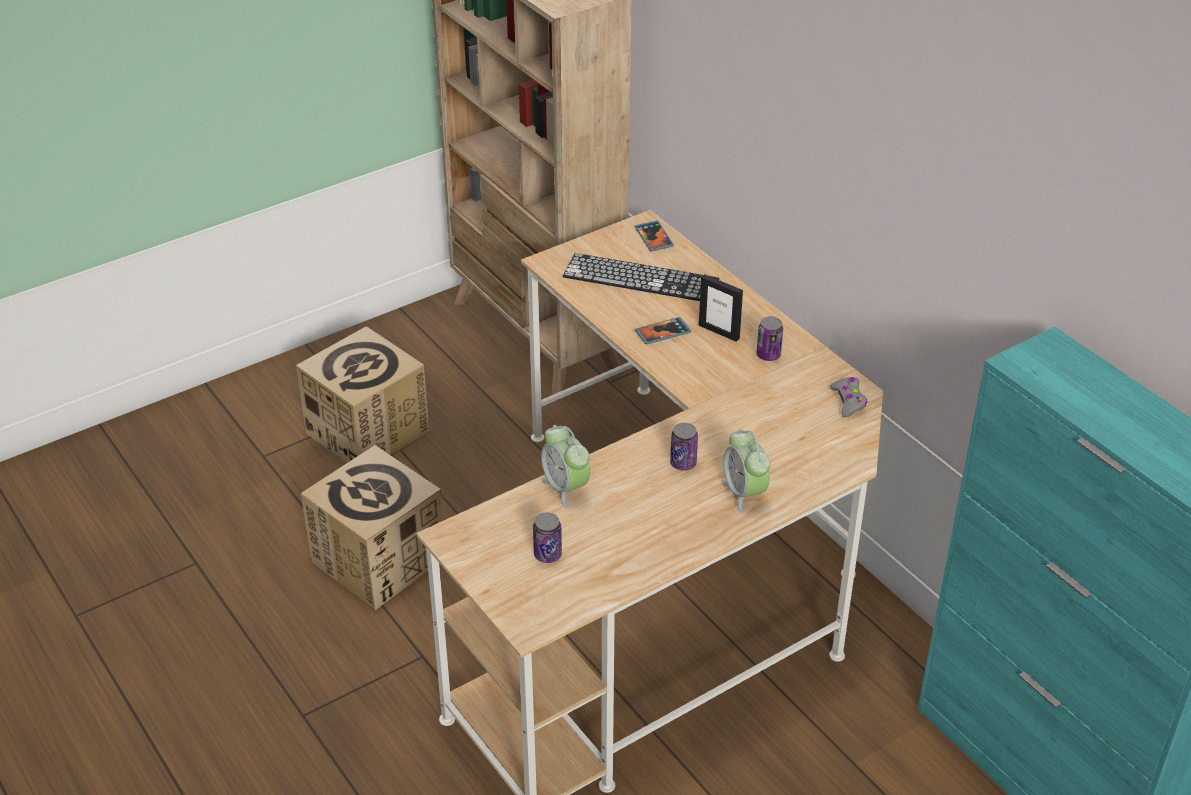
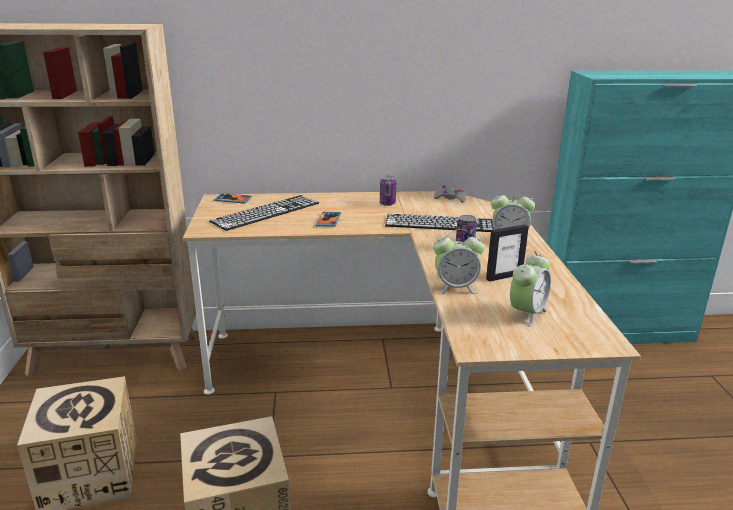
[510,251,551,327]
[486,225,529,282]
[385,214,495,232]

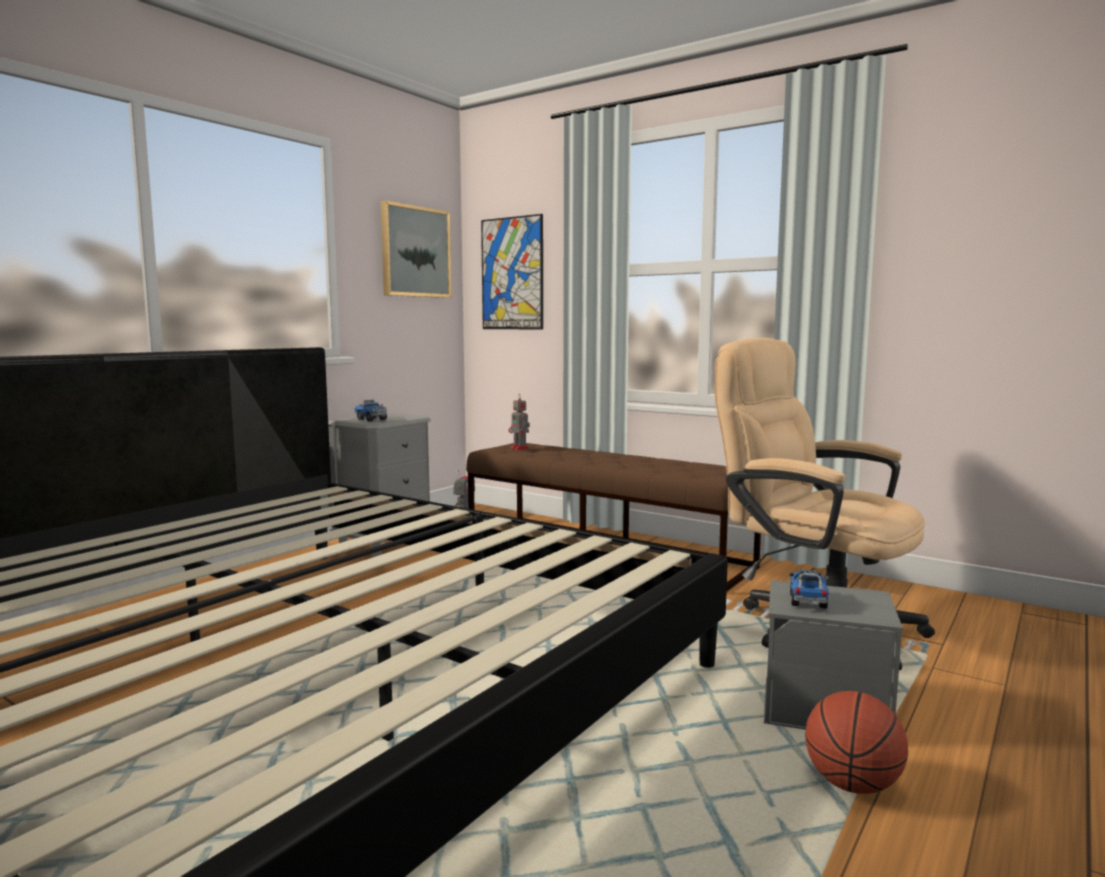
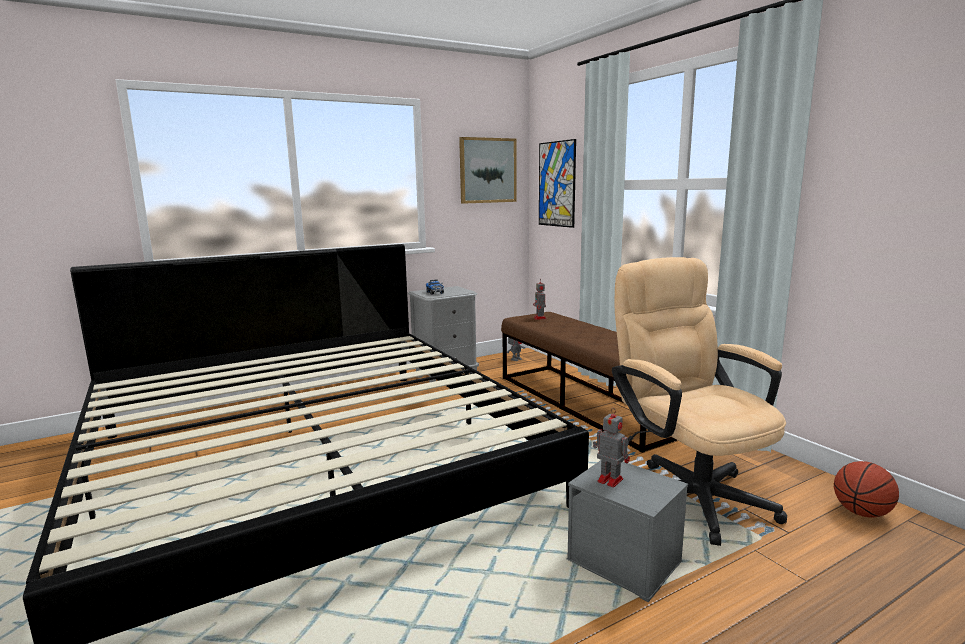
[593,408,630,488]
[834,461,899,518]

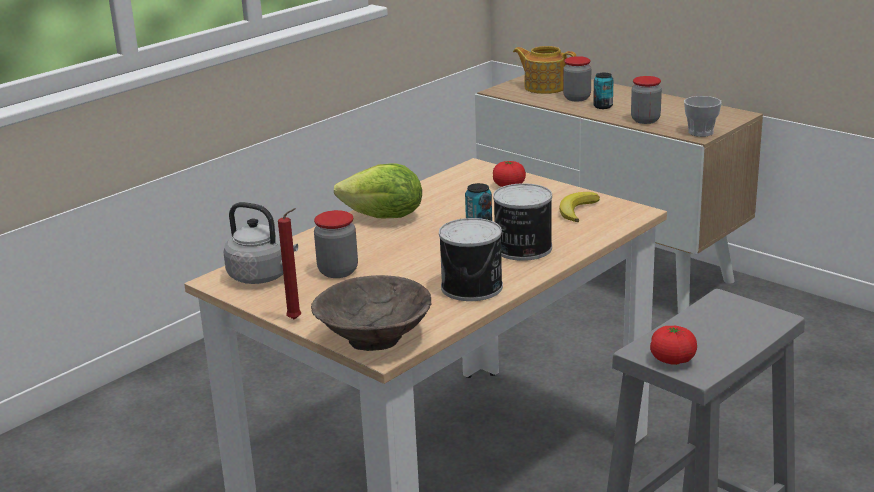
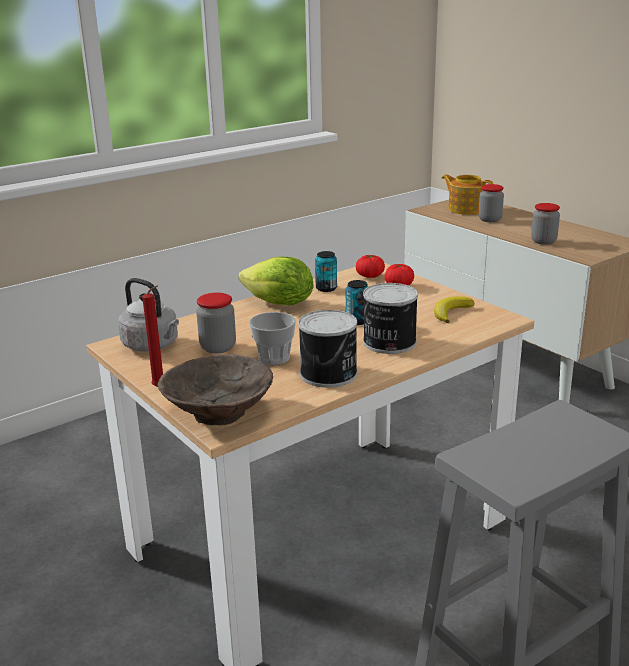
[315,251,337,292]
[356,255,385,278]
[249,312,296,365]

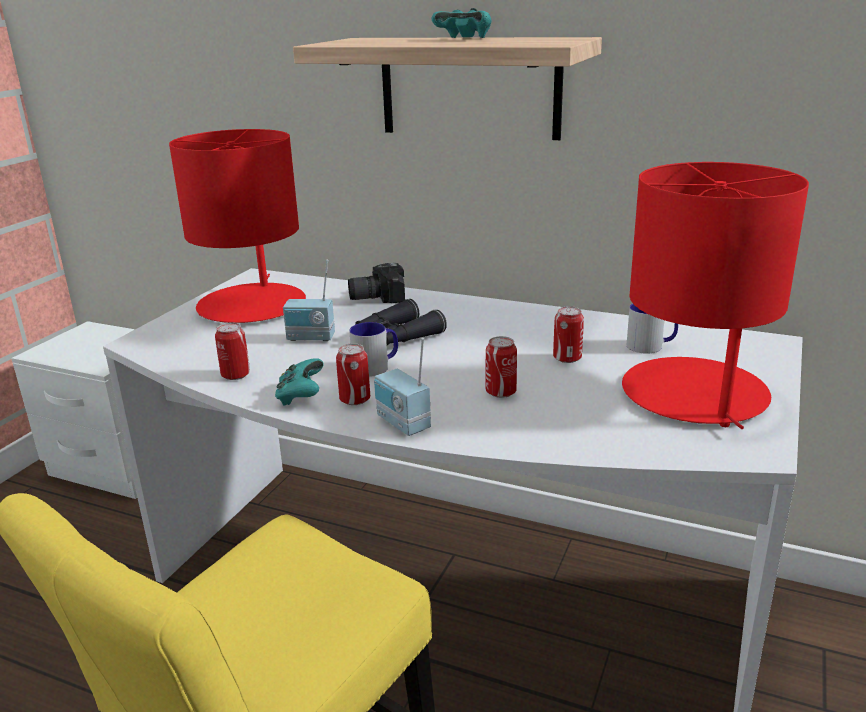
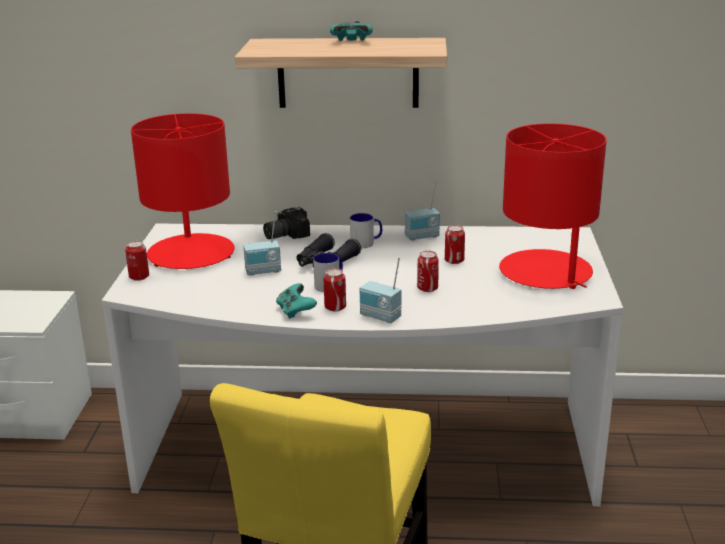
[125,241,149,281]
[350,213,382,248]
[405,180,440,241]

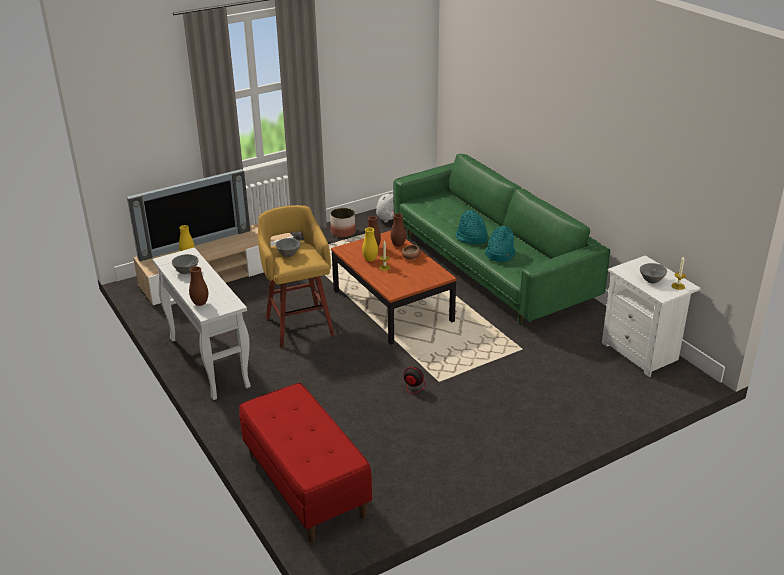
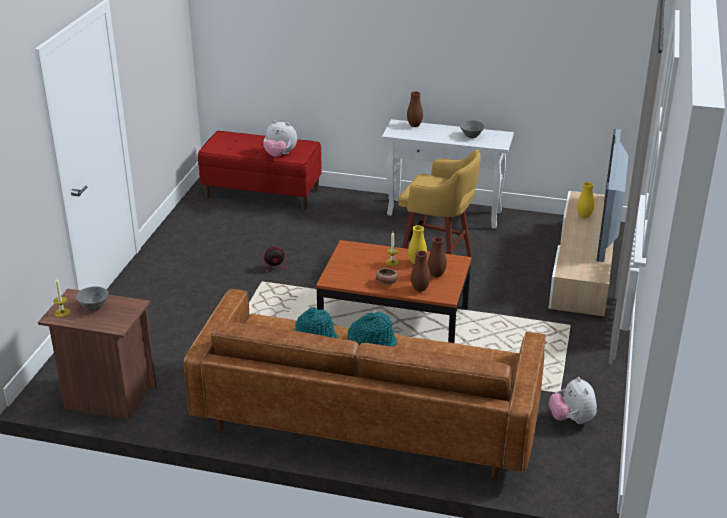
[275,238,301,257] (first image)
[330,208,356,238] (first image)
[184,289,546,478]
[38,289,157,420]
[263,121,297,157]

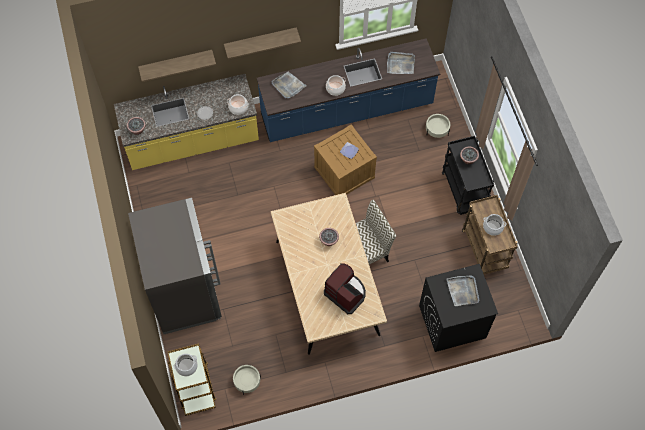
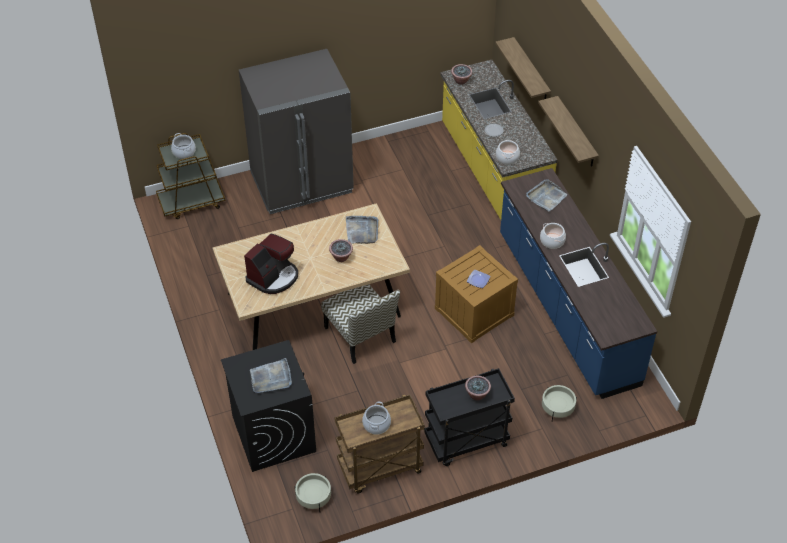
[295,473,331,513]
[346,216,378,244]

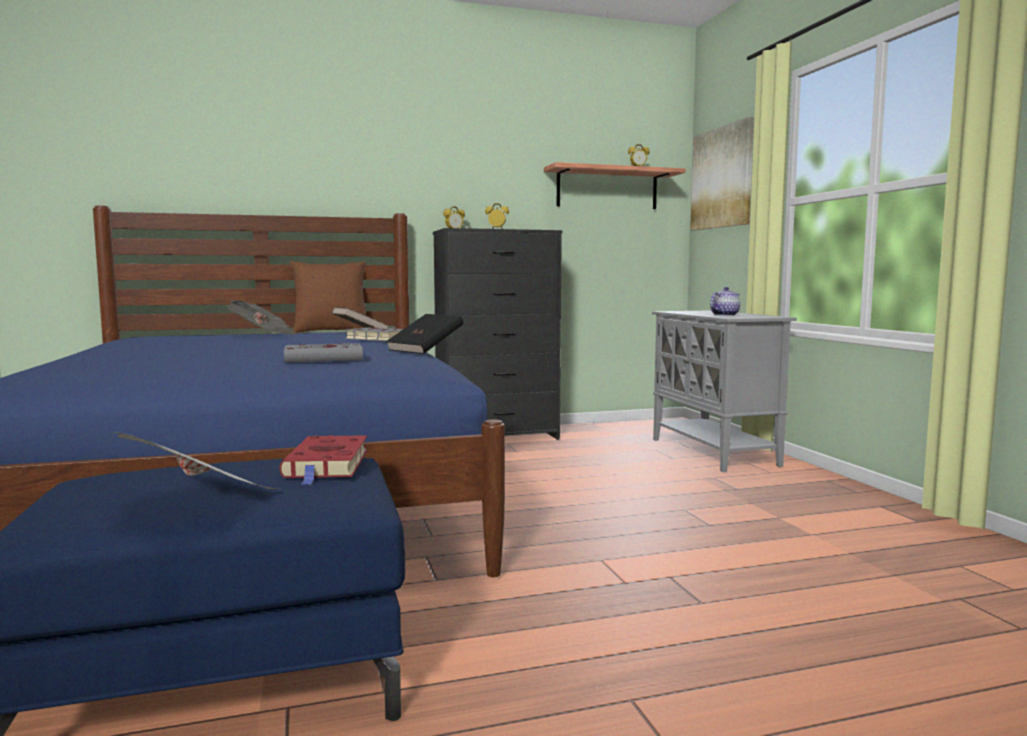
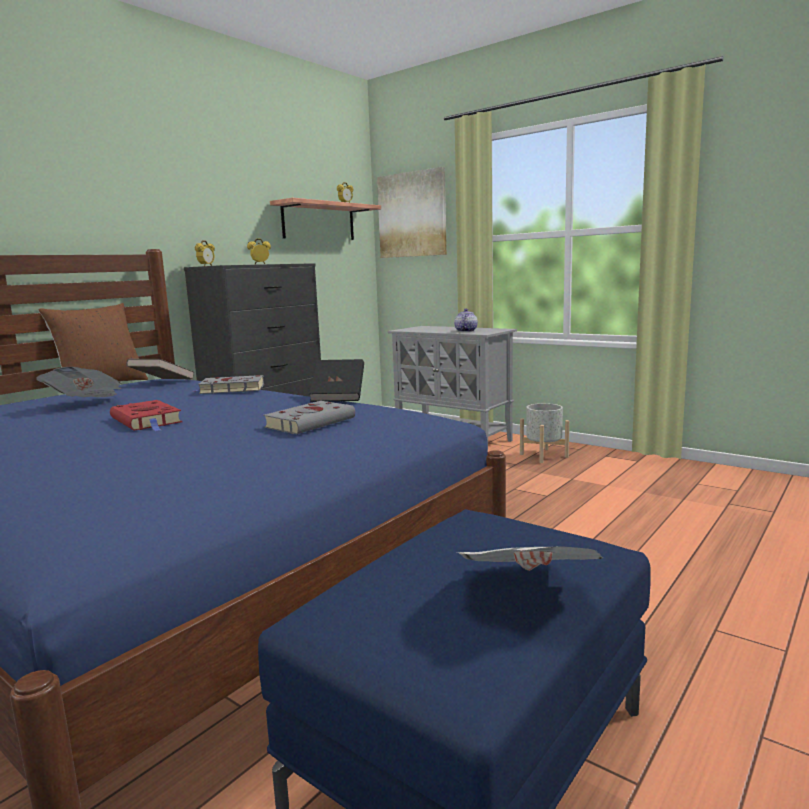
[110,400,182,431]
[520,403,569,463]

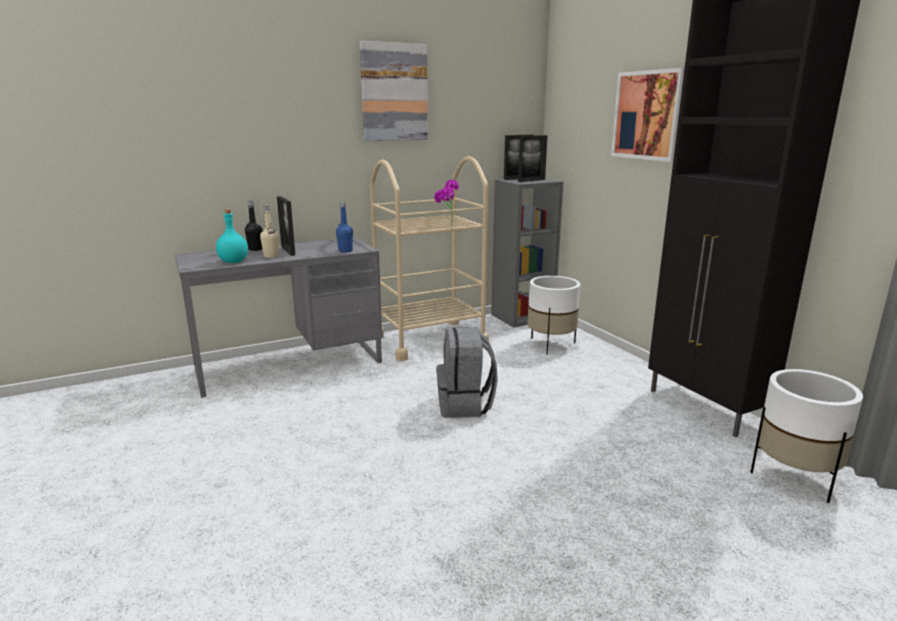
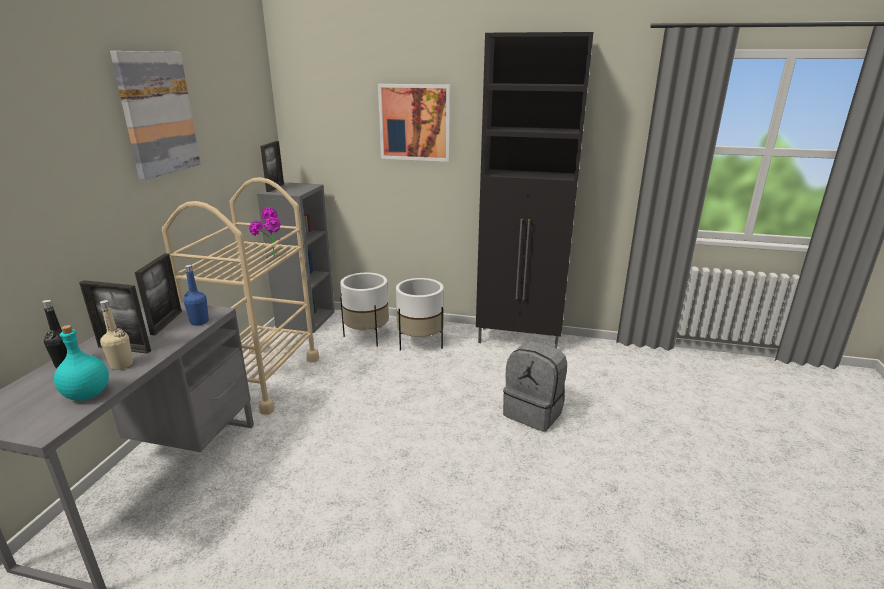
[503,341,567,432]
[135,253,182,335]
[396,278,444,351]

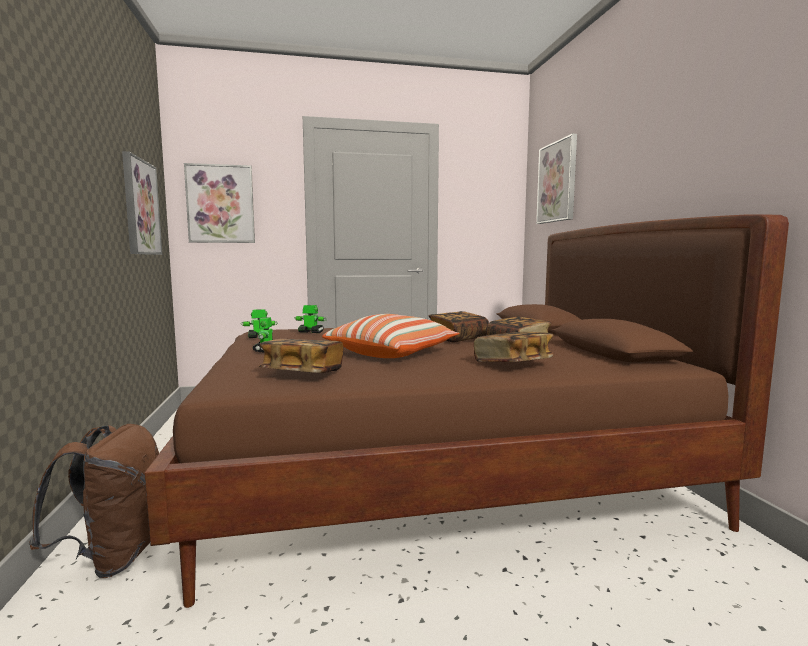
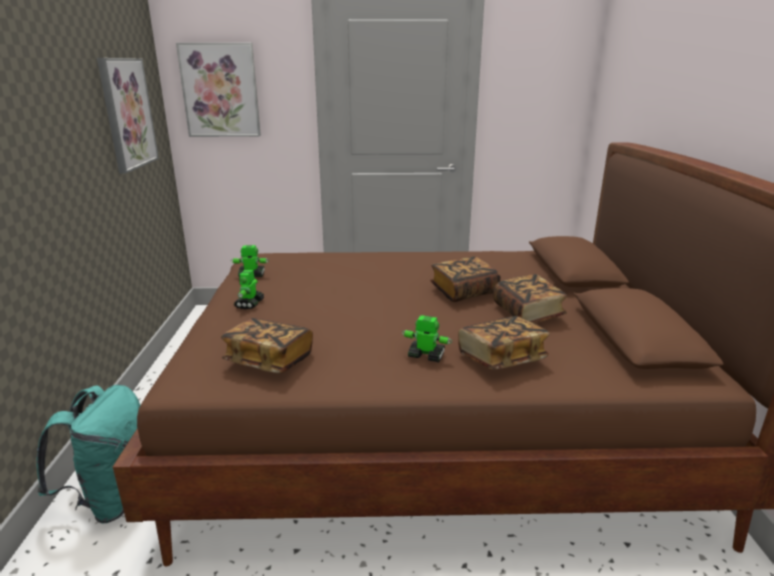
[36,385,140,524]
[402,315,452,362]
[322,314,459,358] (first image)
[536,134,577,224] (first image)

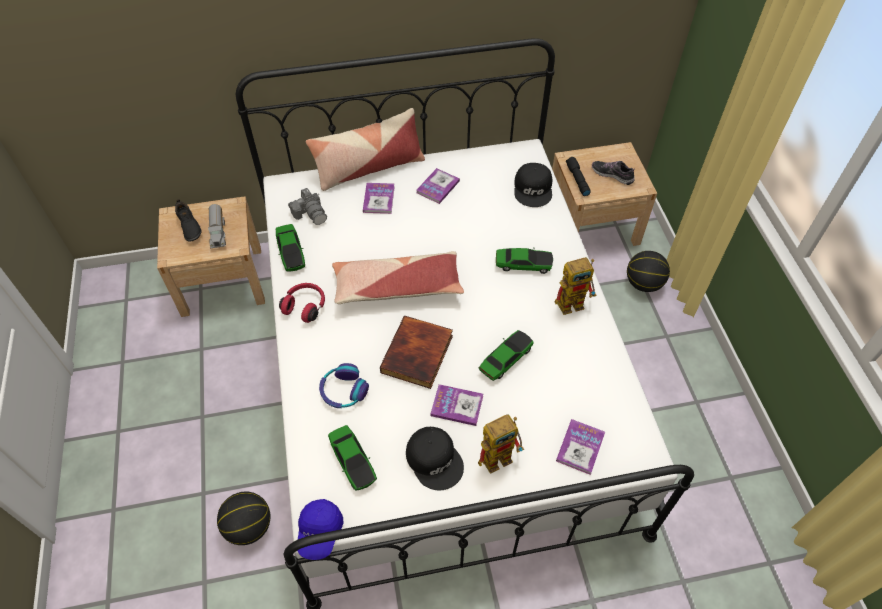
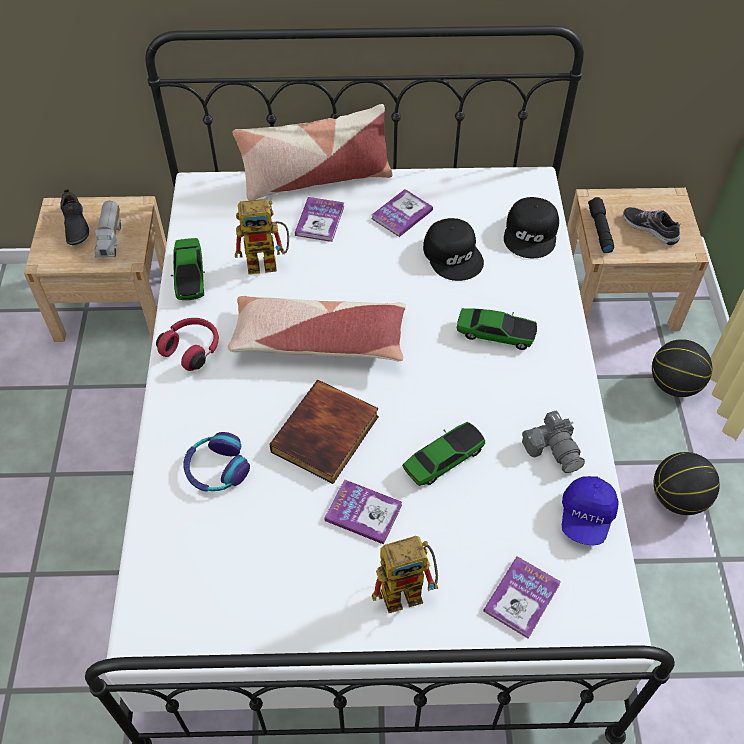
[654,452,720,515]
[522,410,585,473]
[562,476,618,545]
[328,425,377,490] (first image)
[423,218,484,281]
[235,199,289,274]

